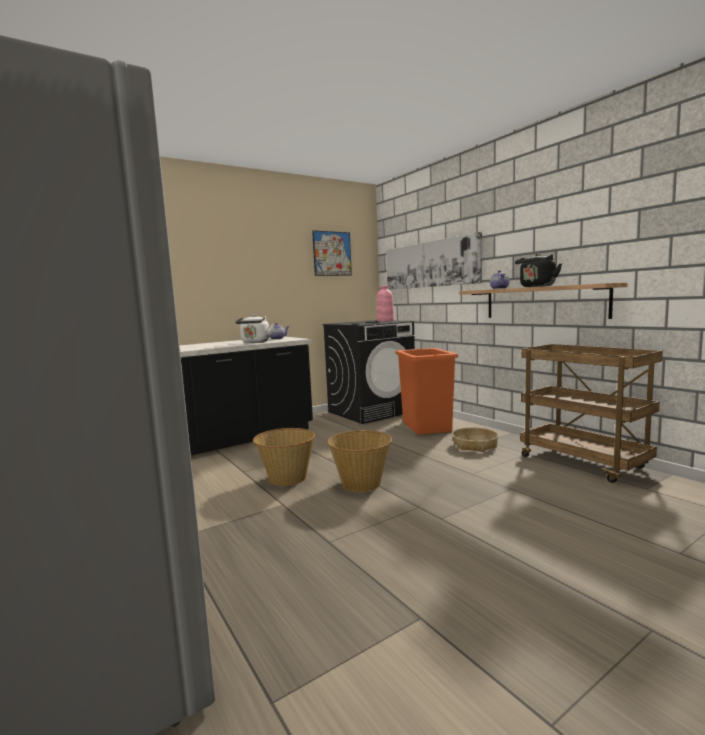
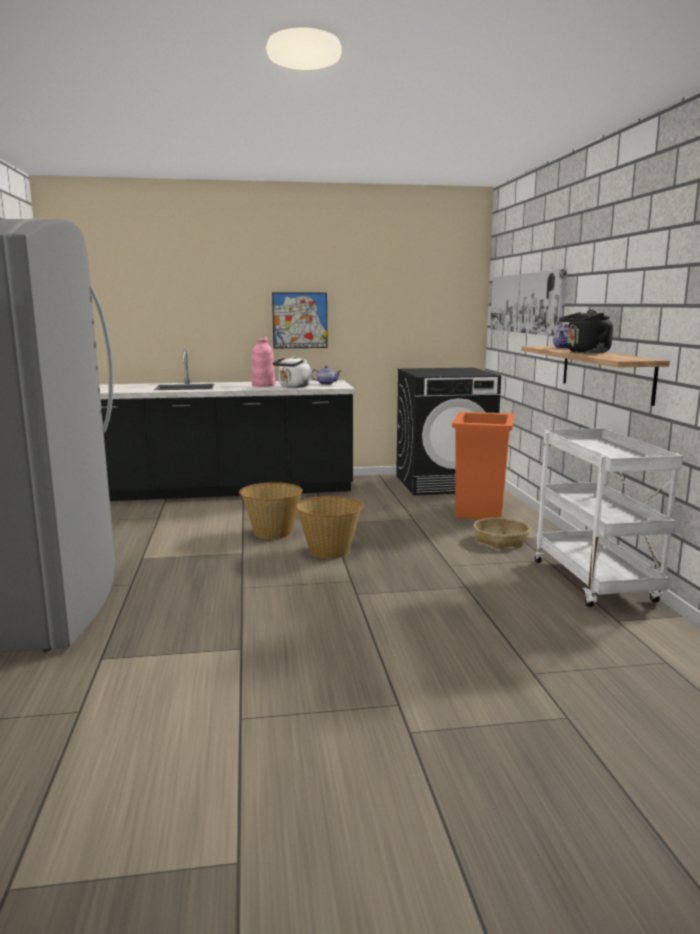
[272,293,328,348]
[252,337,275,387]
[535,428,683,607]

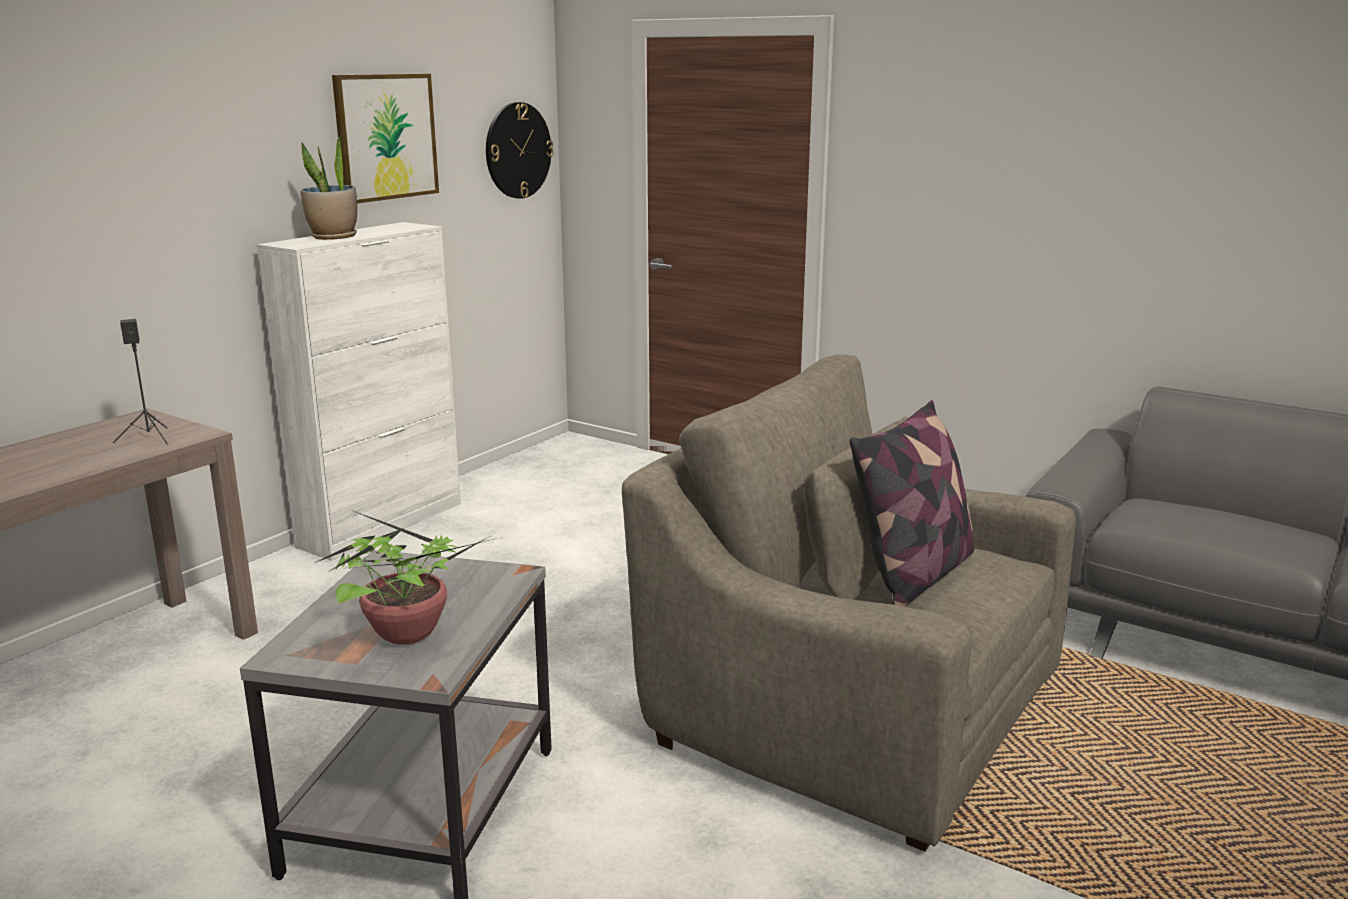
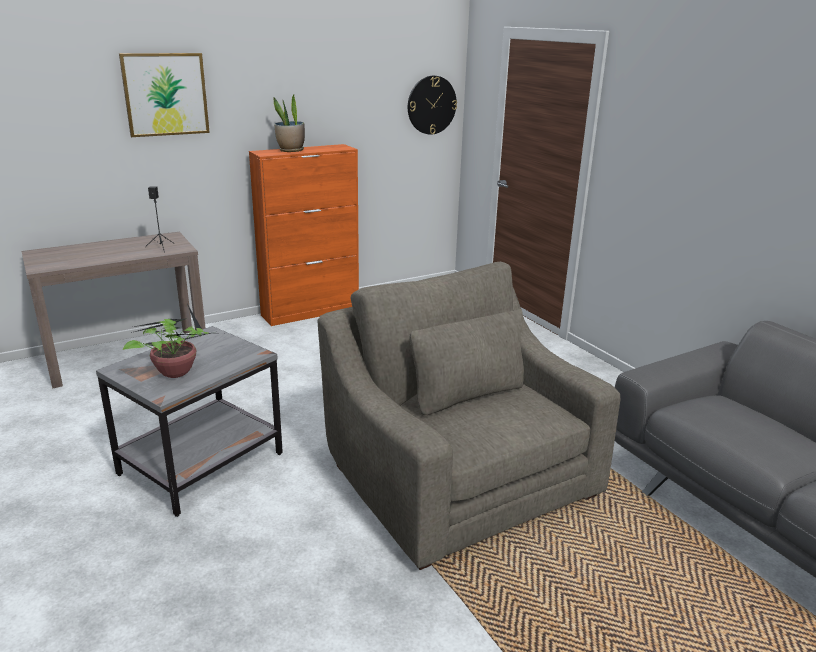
[249,144,359,326]
[119,53,210,137]
[850,400,974,607] (first image)

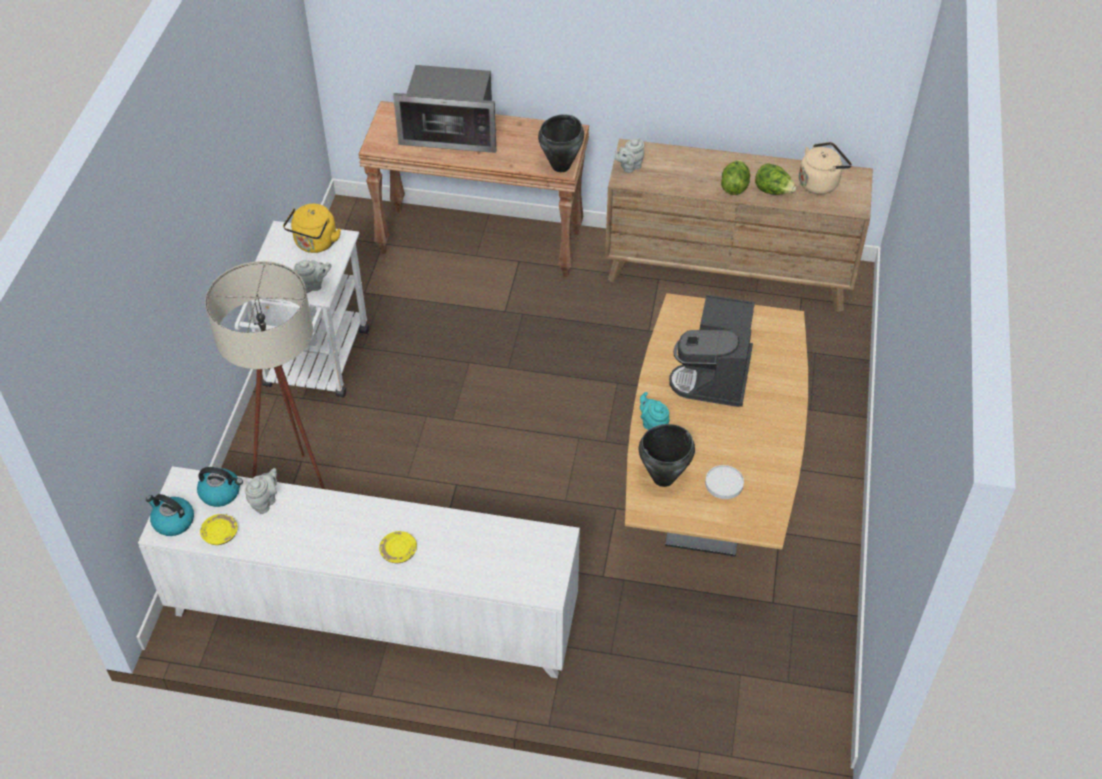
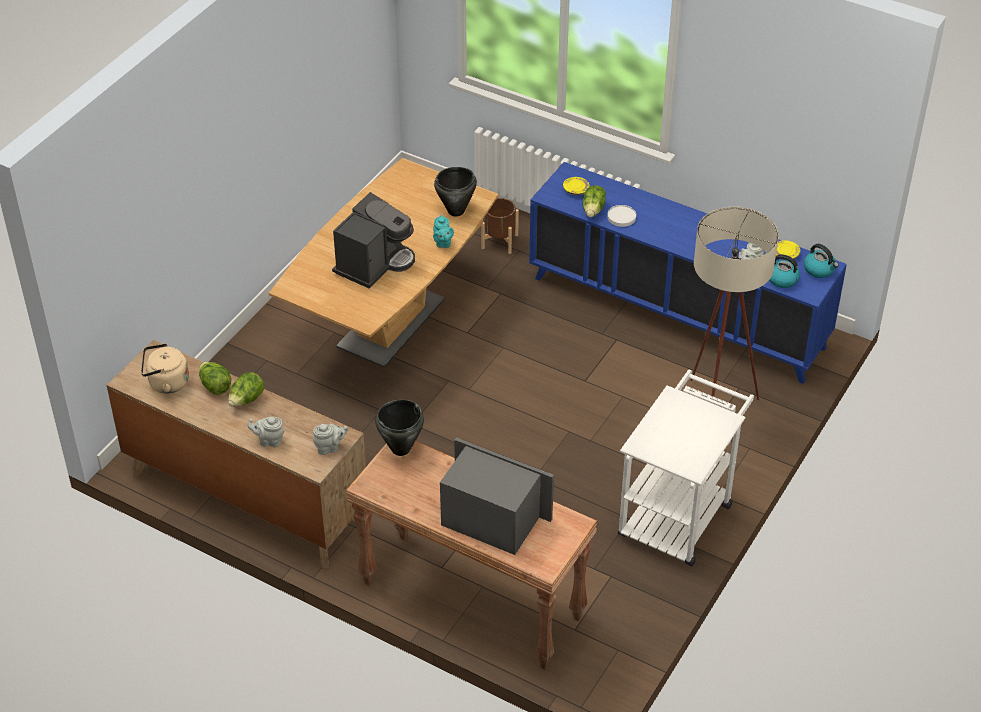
[529,162,847,384]
[283,204,341,253] (first image)
[247,417,285,447]
[563,177,590,195]
[608,205,636,227]
[481,198,519,254]
[583,185,606,217]

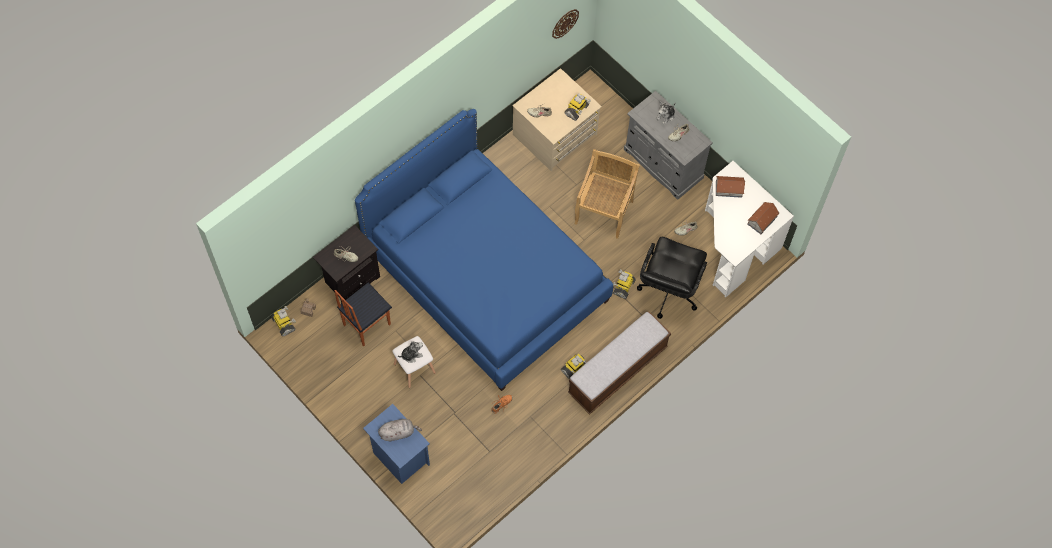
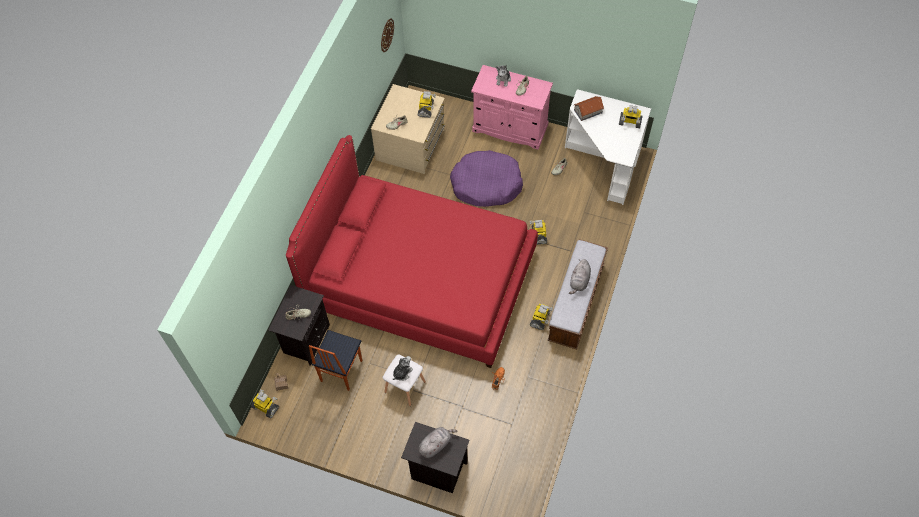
[286,135,538,368]
[401,422,470,493]
[450,150,523,207]
[471,65,553,150]
[637,237,707,319] (first image)
[619,105,643,128]
[569,259,591,294]

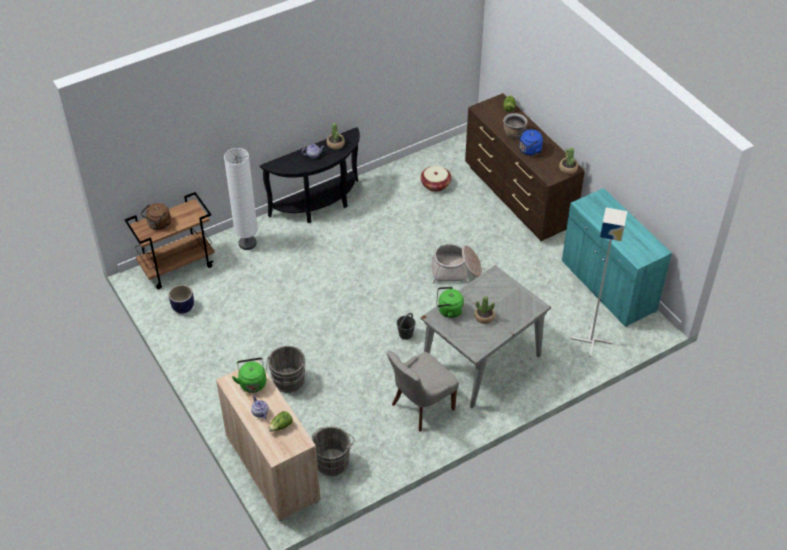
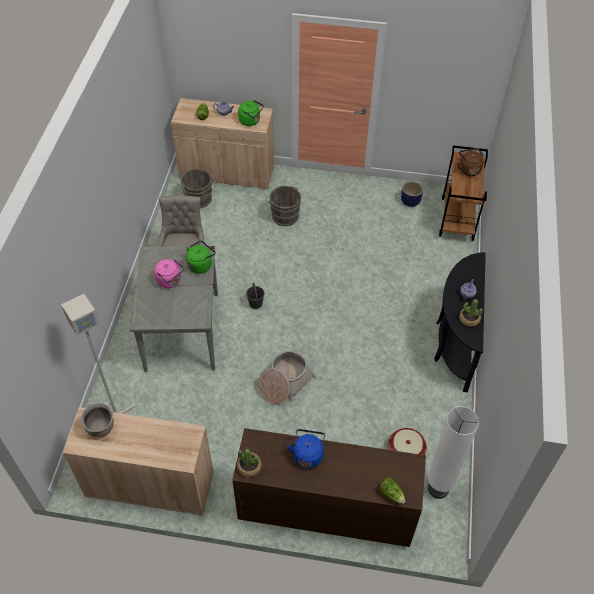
[428,406,479,499]
[154,259,184,288]
[81,403,114,437]
[63,407,214,516]

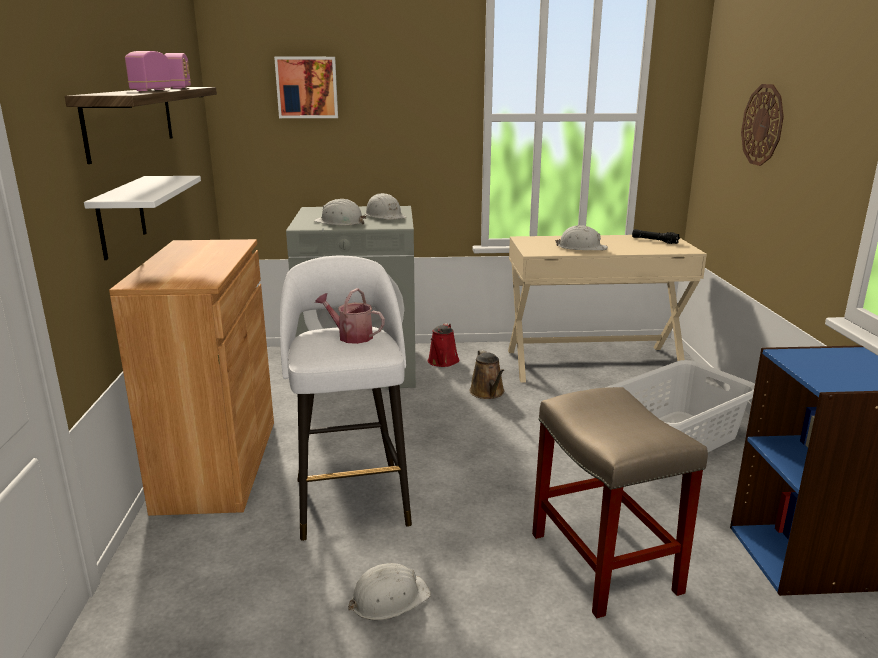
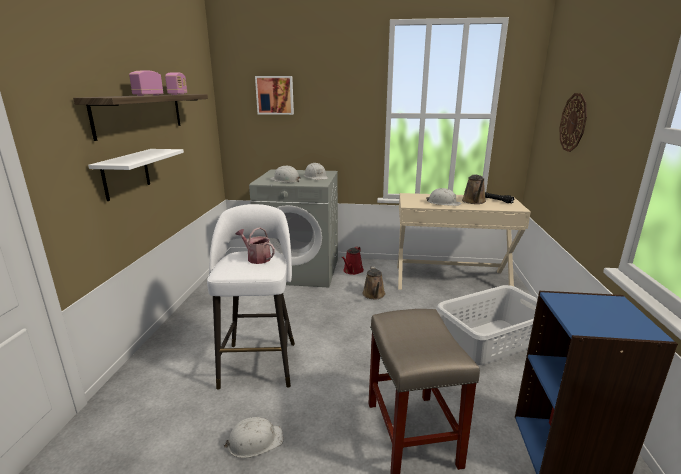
[109,239,274,516] (first image)
[462,174,486,204]

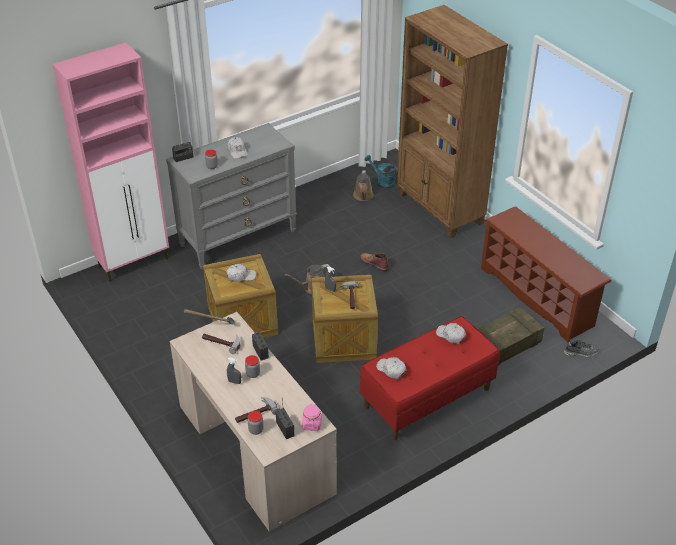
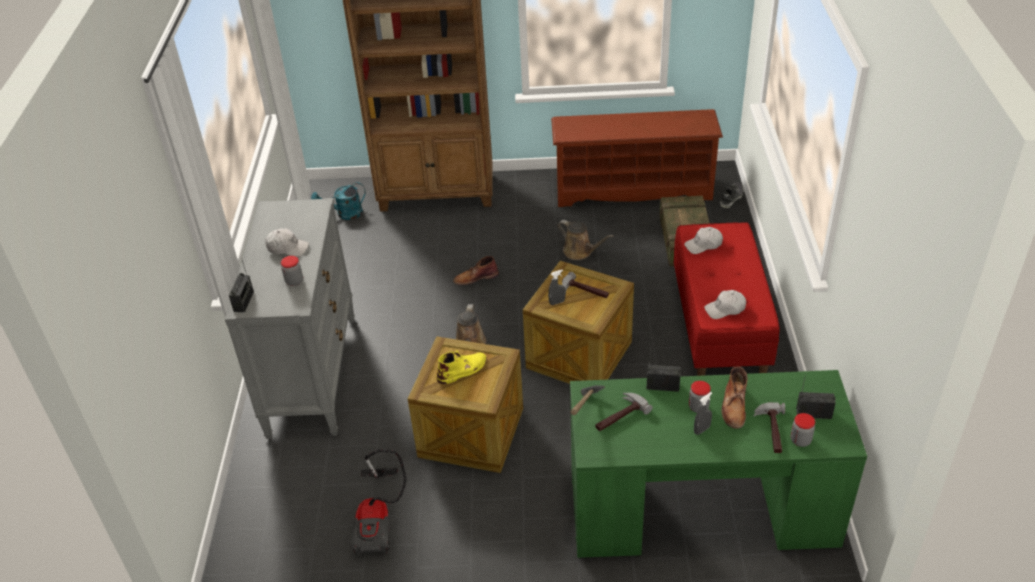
[53,43,169,282] (first image)
[570,370,867,558]
[437,351,487,384]
[302,404,322,431] (first image)
[557,220,614,260]
[351,449,406,555]
[721,366,748,429]

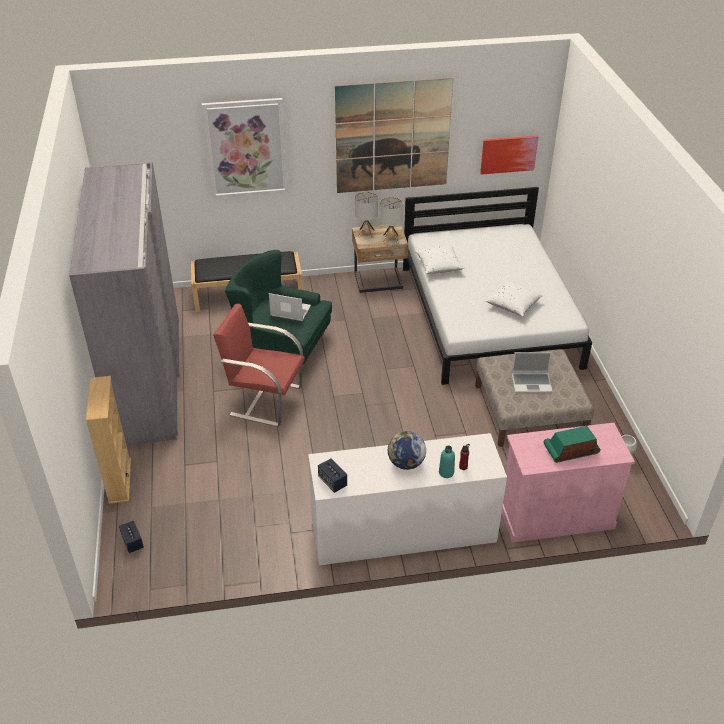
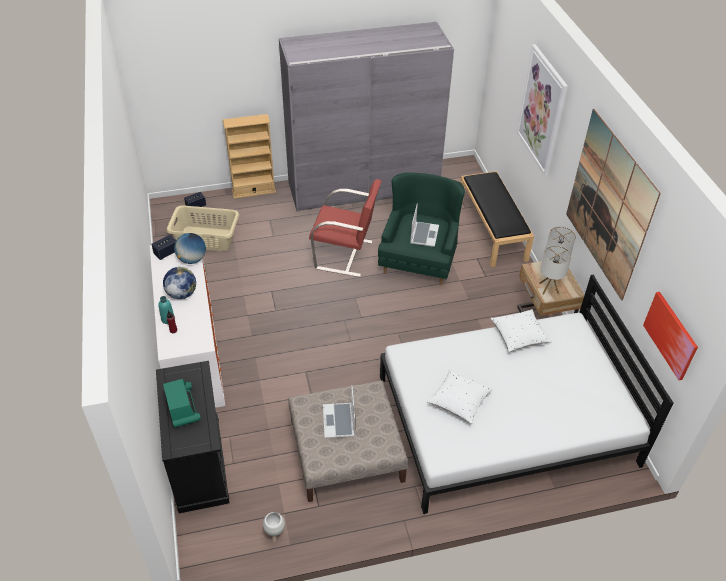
[309,179,381,277]
[156,361,229,513]
[167,205,239,251]
[174,233,206,264]

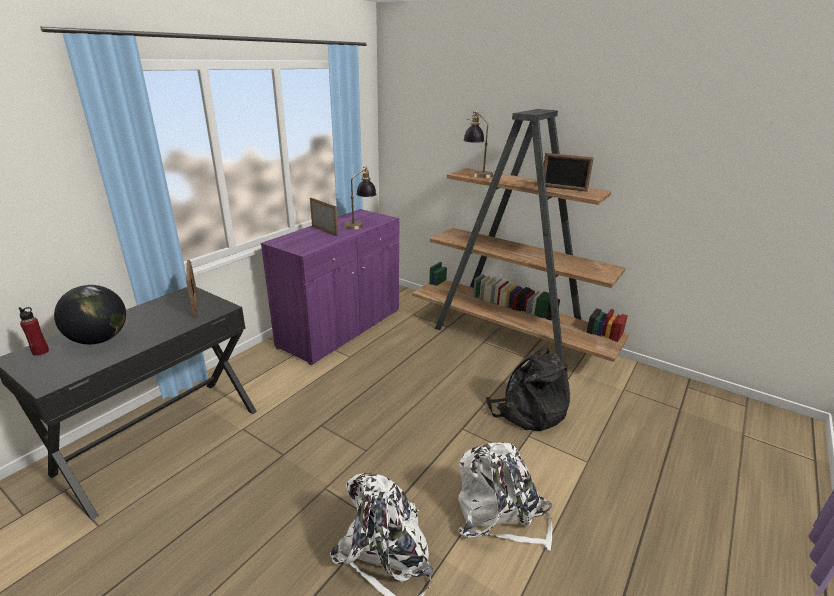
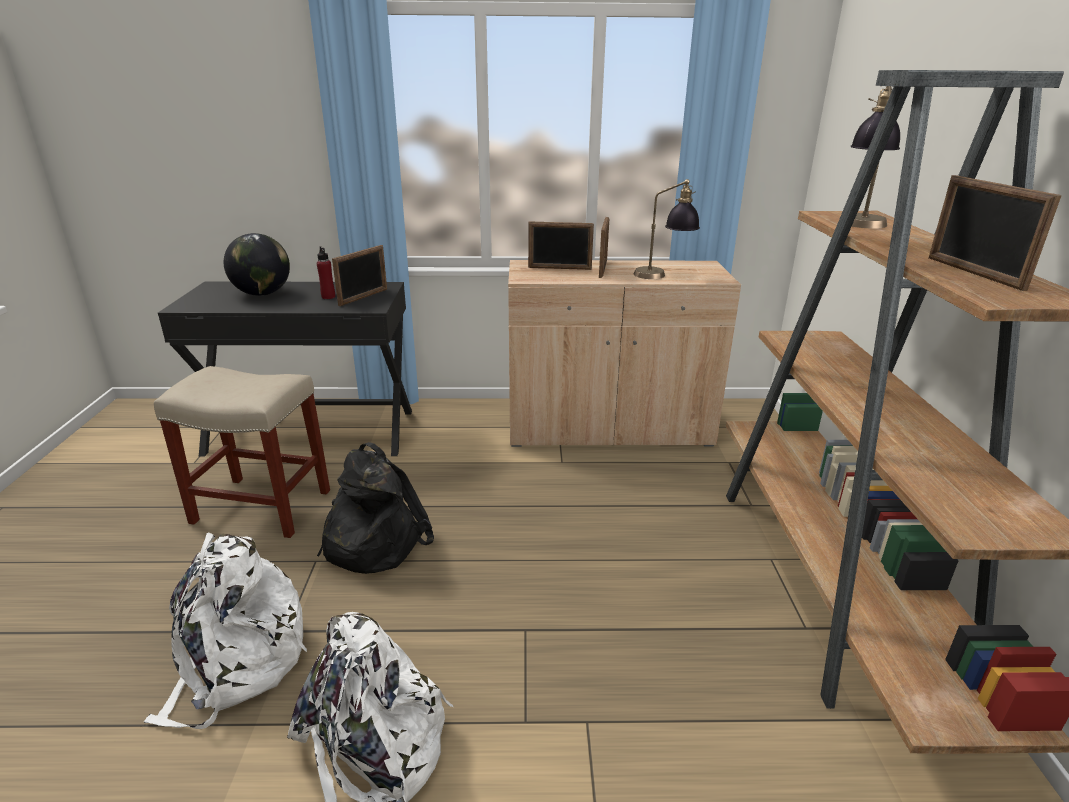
[317,246,335,299]
[508,260,741,447]
[317,442,434,574]
[154,366,330,538]
[528,221,594,270]

